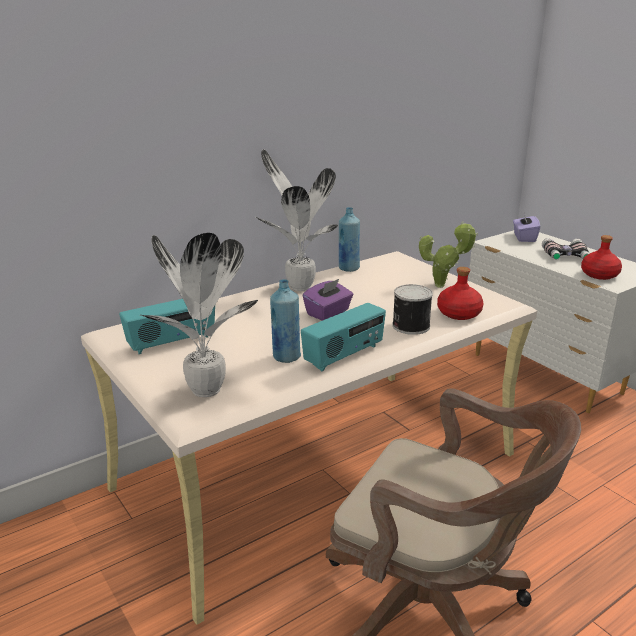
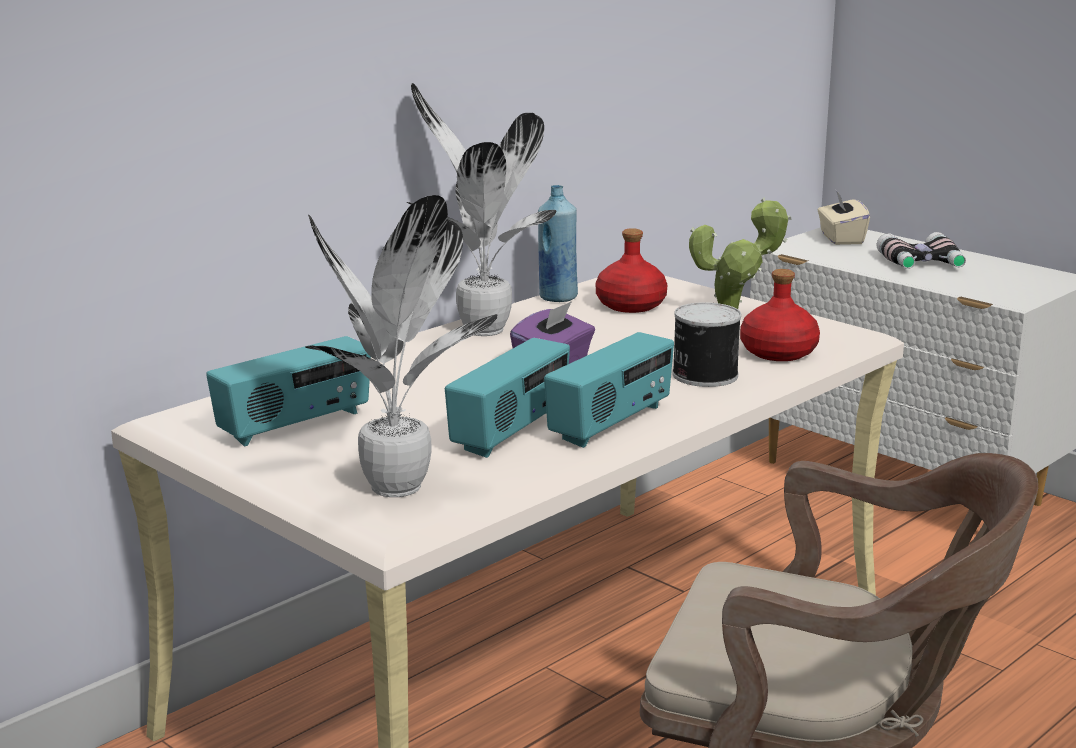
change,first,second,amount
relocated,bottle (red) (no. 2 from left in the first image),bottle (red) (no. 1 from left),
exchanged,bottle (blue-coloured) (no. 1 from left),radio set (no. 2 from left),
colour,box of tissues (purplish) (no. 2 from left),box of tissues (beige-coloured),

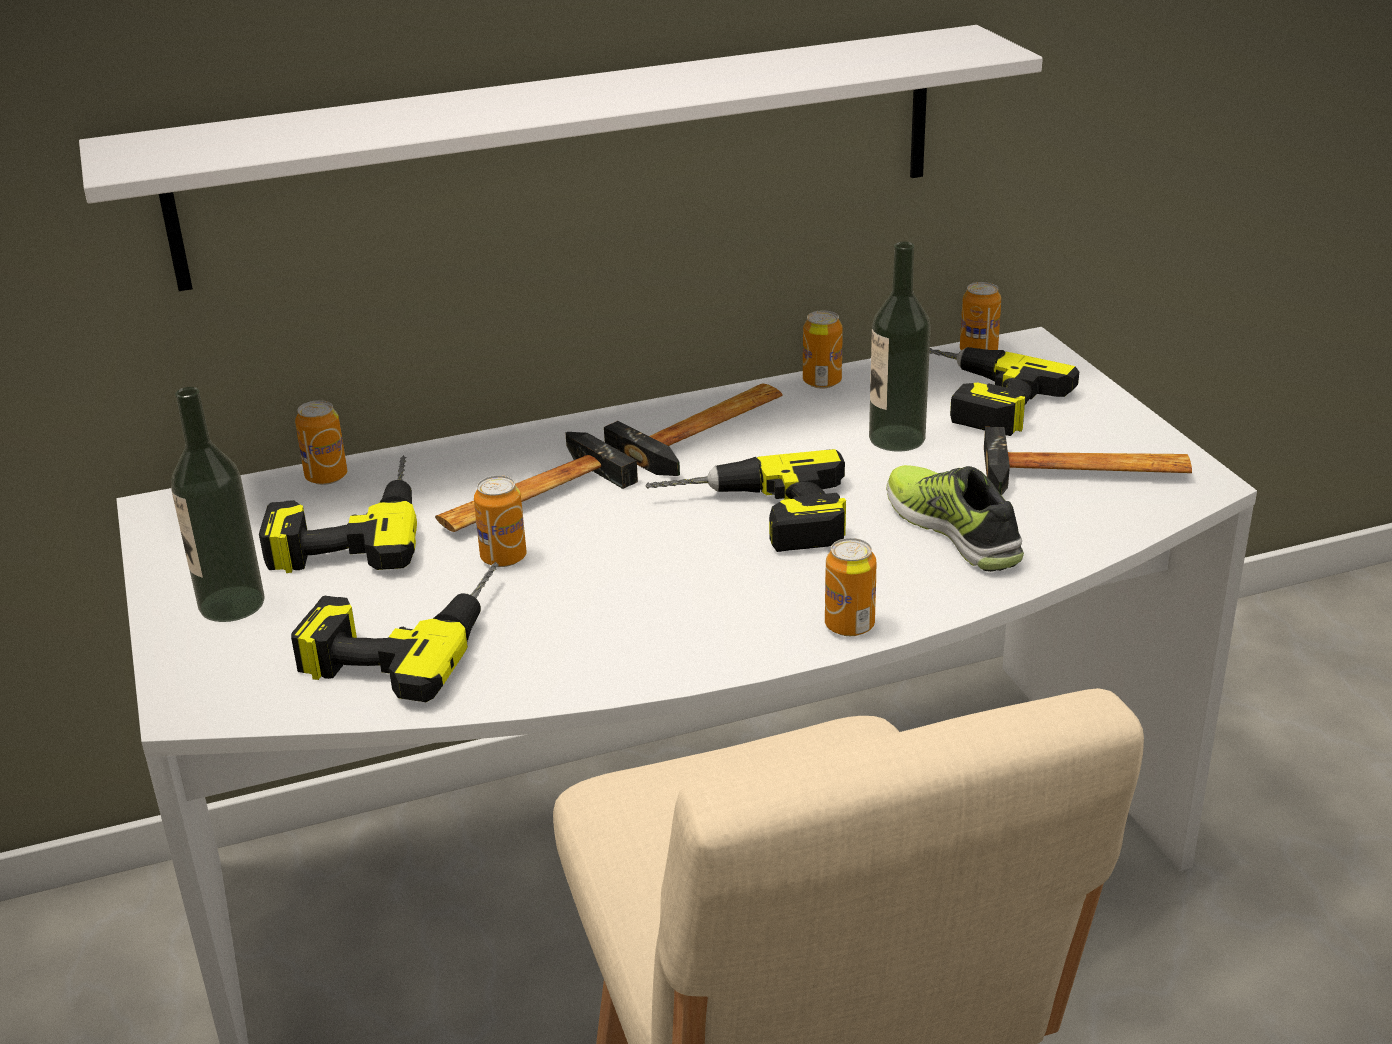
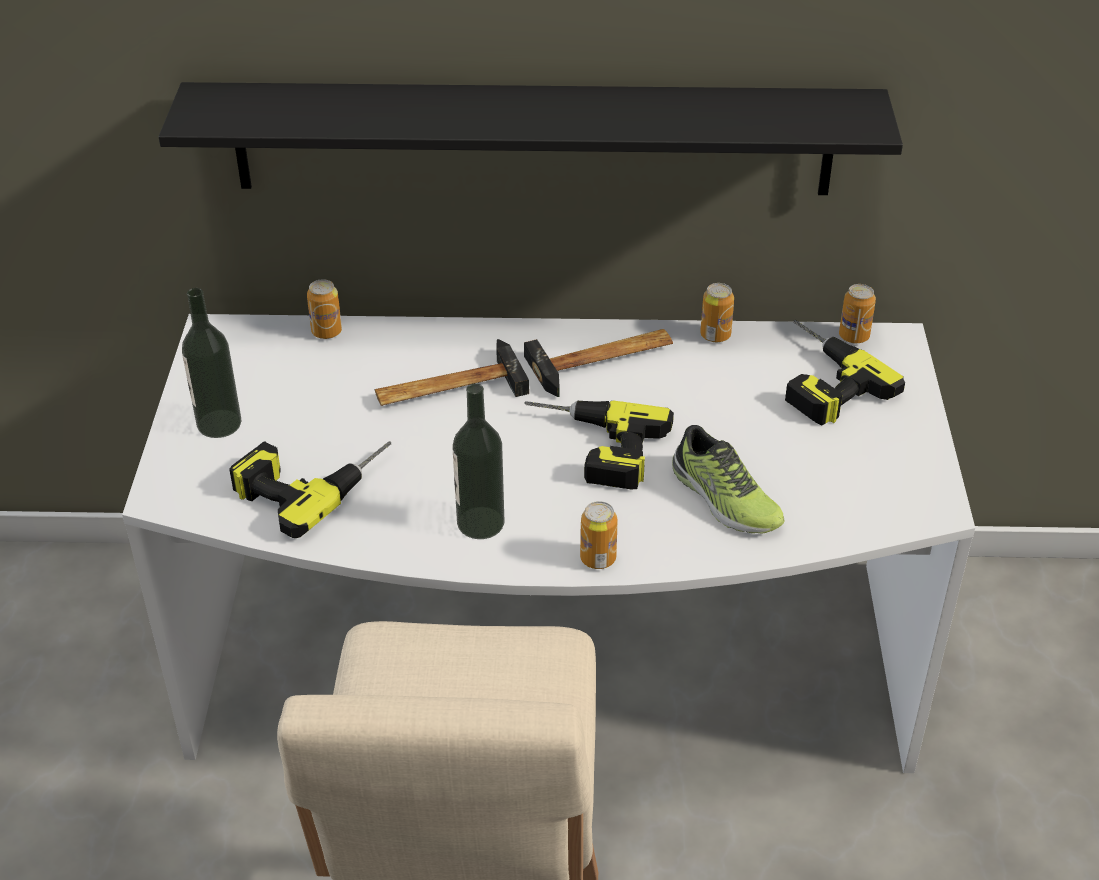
change,first,second,amount
missing,electric drill (no. 1 from left),,
missing,metal can (no. 2 from left),,
missing,hand hammer (no. 3 from left),,
relocated,bottle (no. 2 from left),,
colour,shelf (whitish),shelf (black-coloured),
spun,low shoe,,150 degrees clockwise

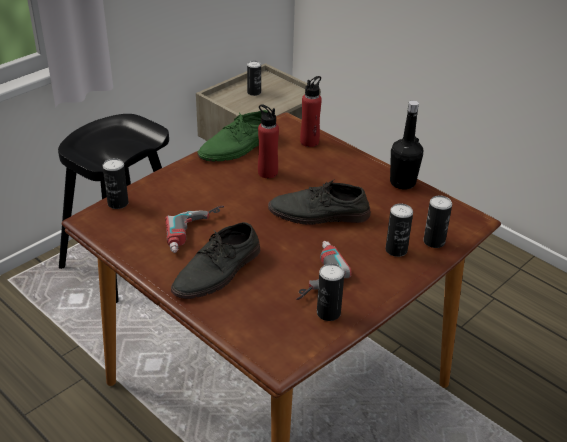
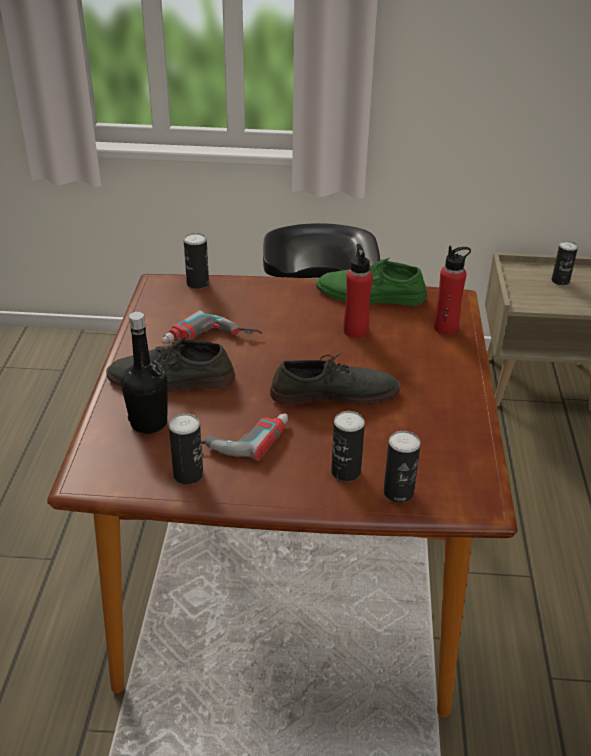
change,first,second,amount
relocated,bottle (black-coloured),,
spun,low shoe (grey) (no. 2 from left),,120 degrees clockwise

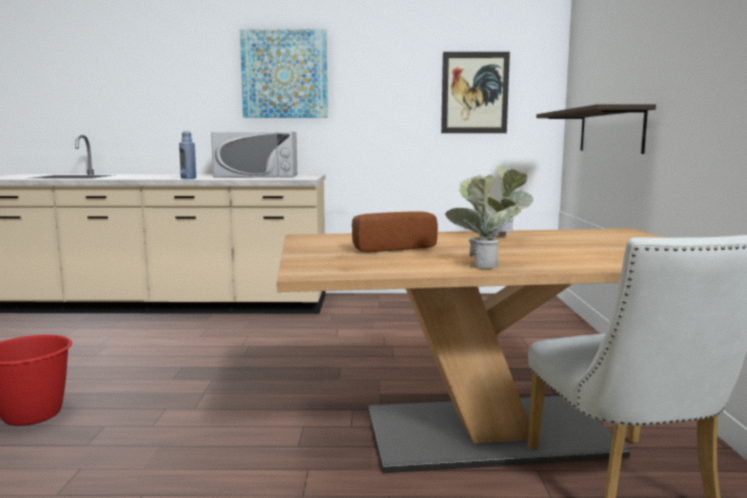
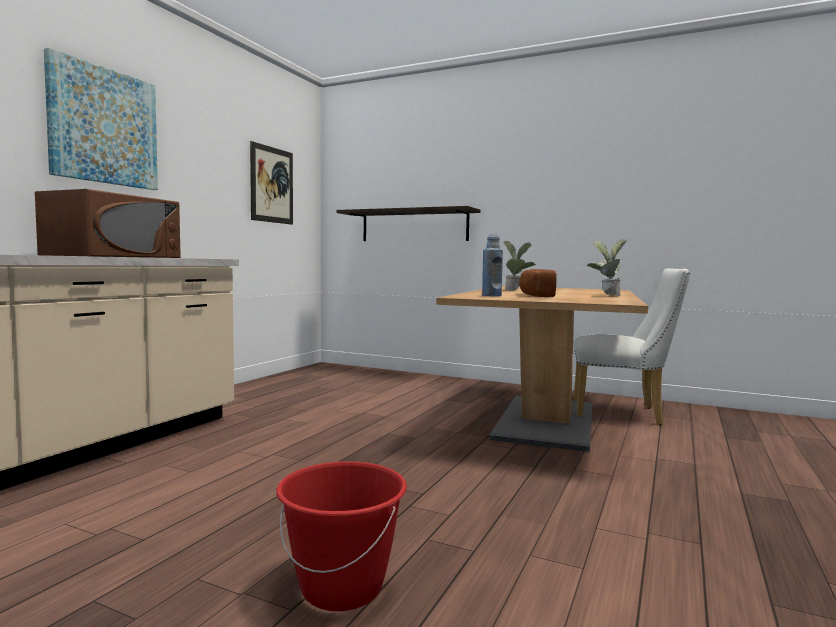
change,first,second,amount
relocated,bottle (blue-coloured),,
colour,microwave oven (whitish),microwave oven (brown-coloured),

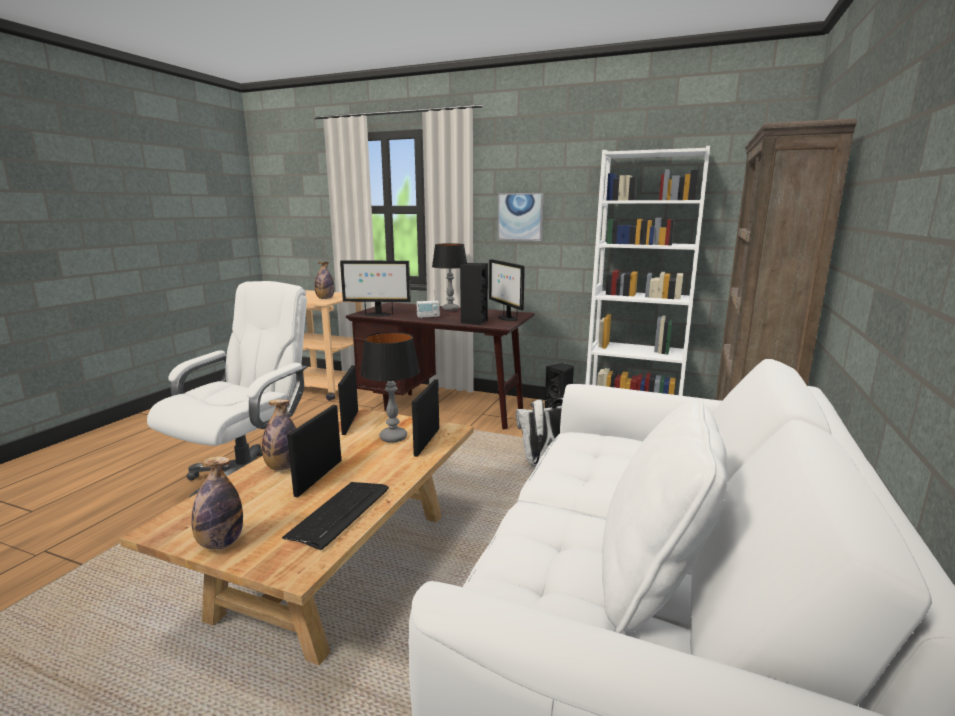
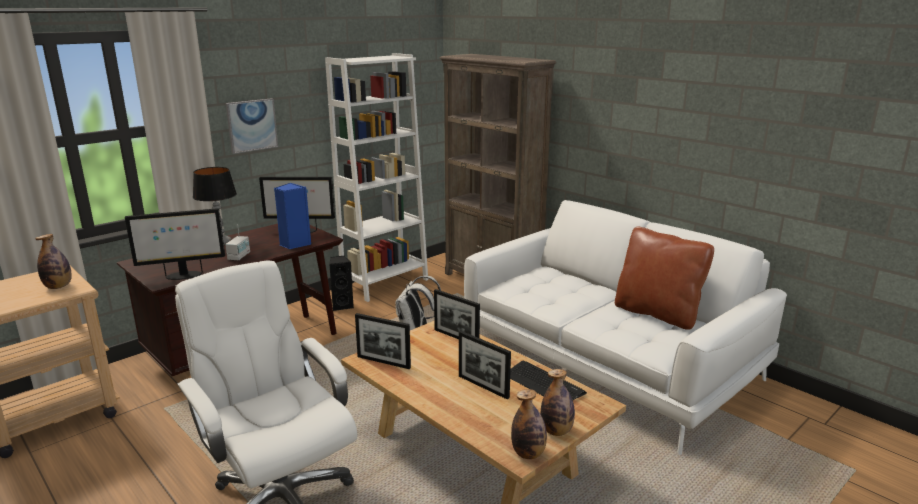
change,first,second,amount
missing,table lamp (no. 1 from left),,
relocated,bottle (no. 2 from left),,
colour,loudspeaker (black-coloured) (no. 1 from left),loudspeaker (blue-coloured),
colour,throw pillow (whitish),throw pillow (brown-coloured),
spun,computer screen (no. 1 from left),,45 degrees clockwise

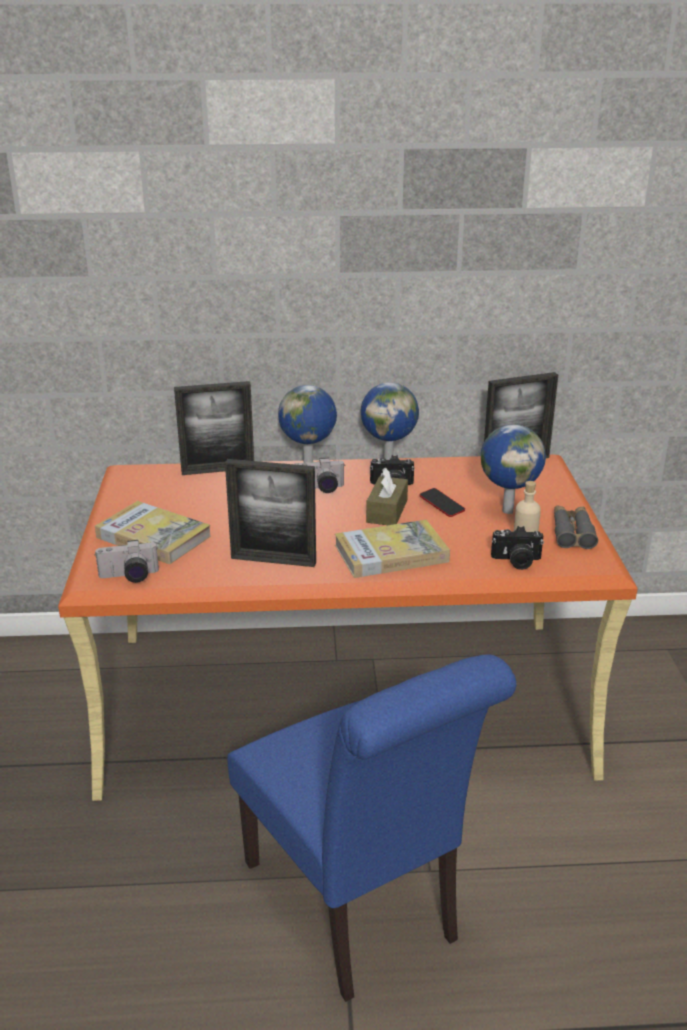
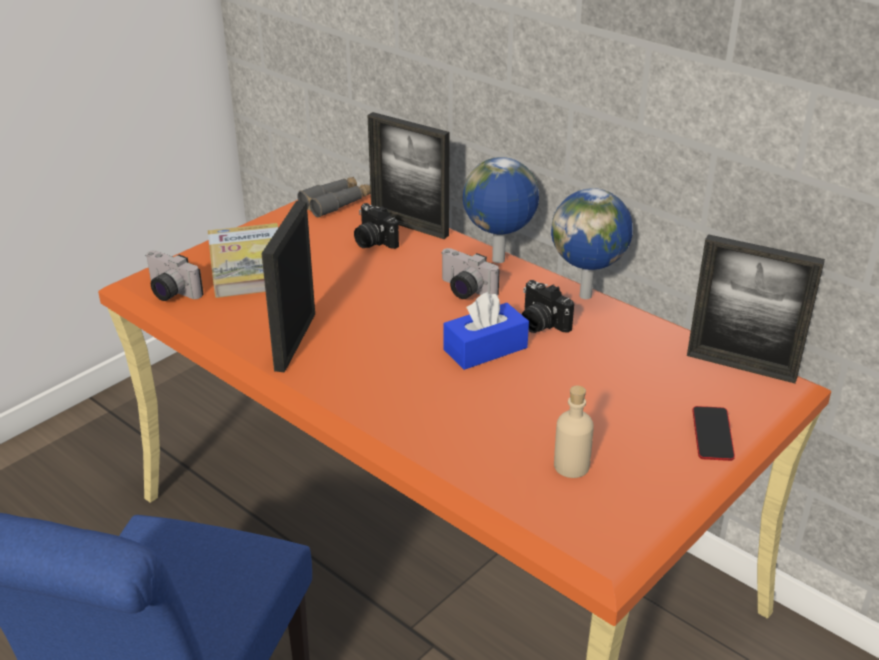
change,first,second,amount
missing,book (no. 2 from left),,
missing,world globe (no. 3 from left),,
relocated,phone,,
relocated,still camera (no. 4 from left in the first image),still camera (no. 2 from left),
relocated,pair of binoculars (grey),,
colour,box of tissues (brown-coloured),box of tissues (blue-coloured),
spun,photo frame (no. 2 from left in the first image),photo frame (no. 1 from left),45 degrees clockwise

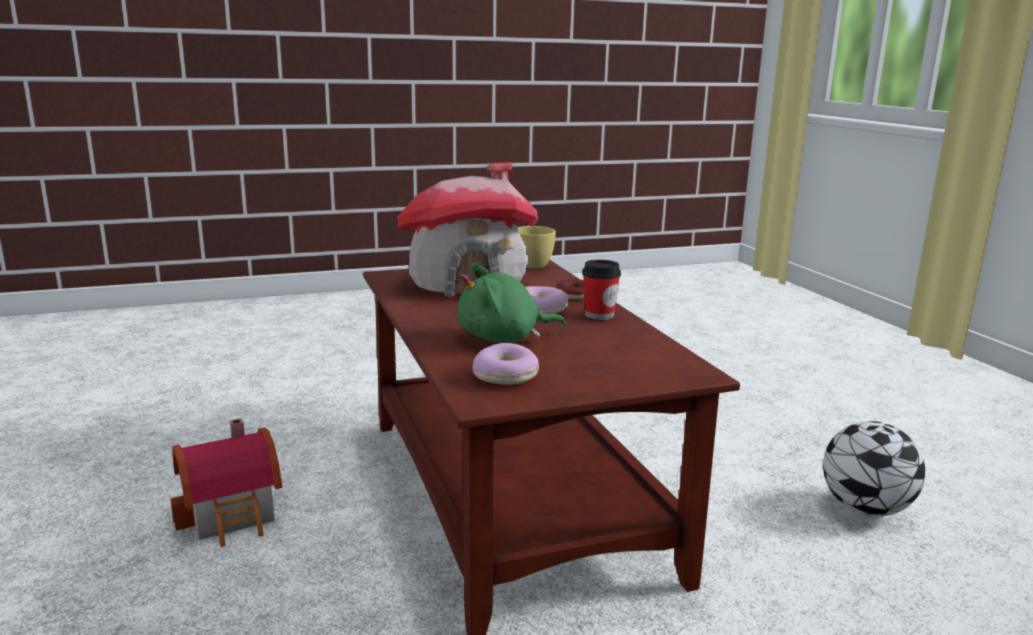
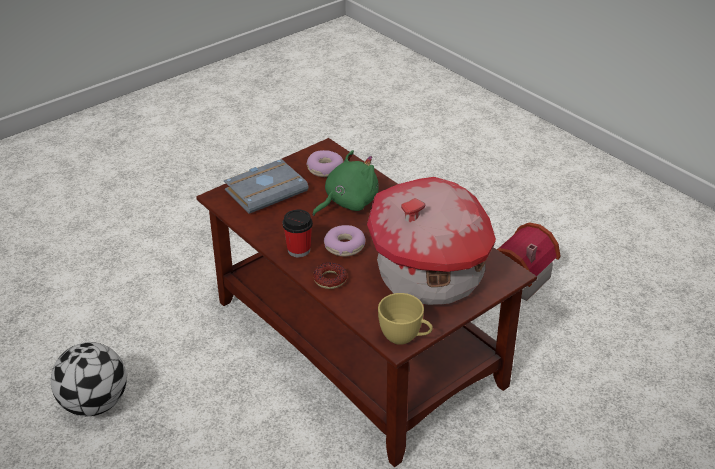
change,first,second,amount
appeared,,book (grey),

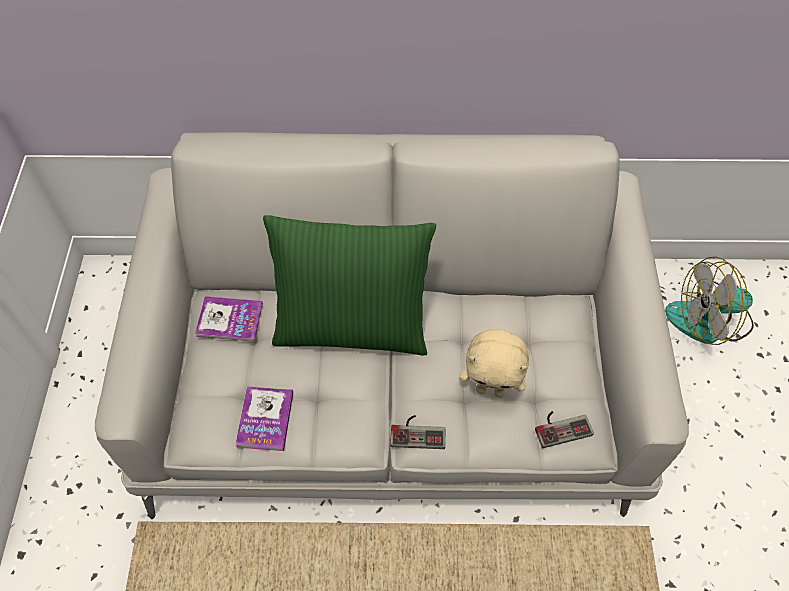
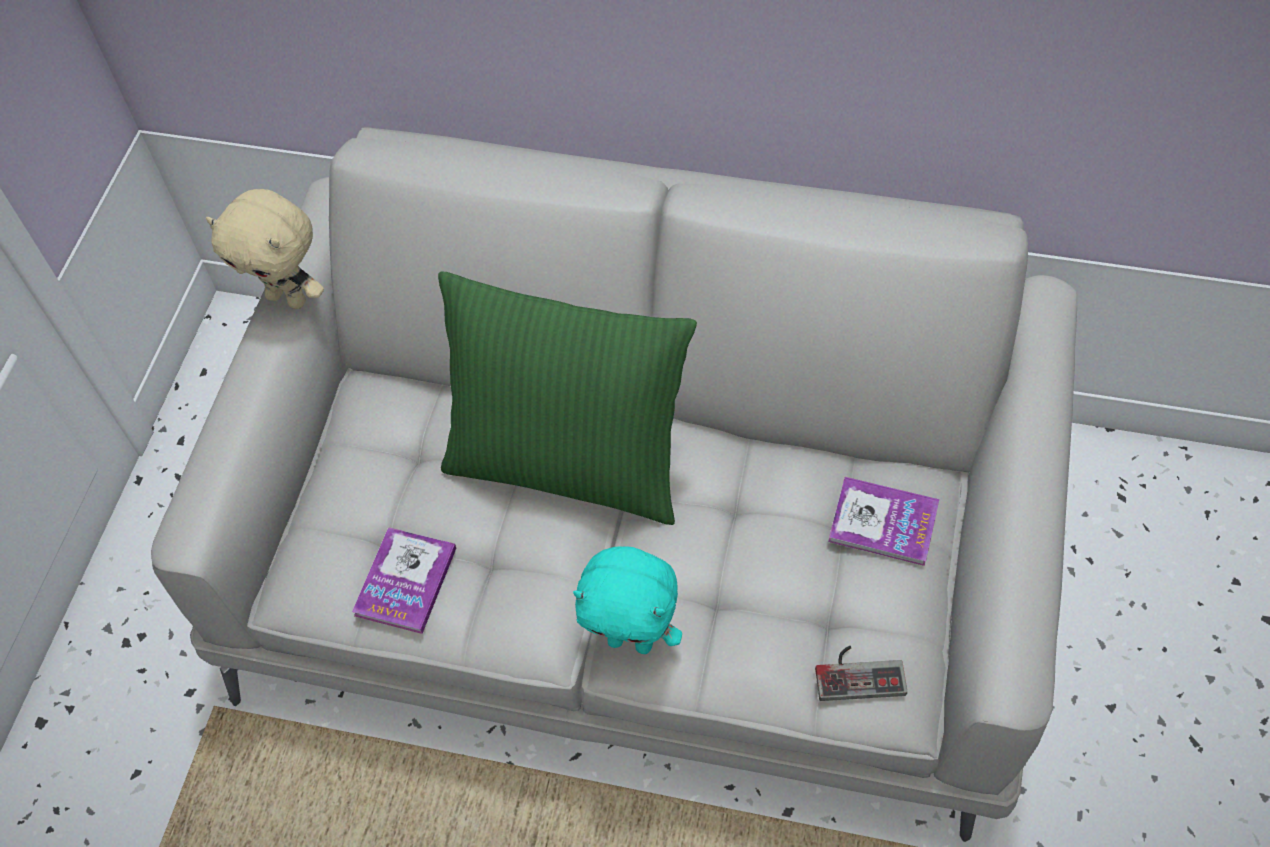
change,first,second,amount
missing,fan,,
relocated,book (no. 1 from left in the first image),book (no. 2 from left),
relocated,cuddly toy (beige-coloured),,
exchanged,game controller (no. 1 from left),cuddly toy (blue-green),

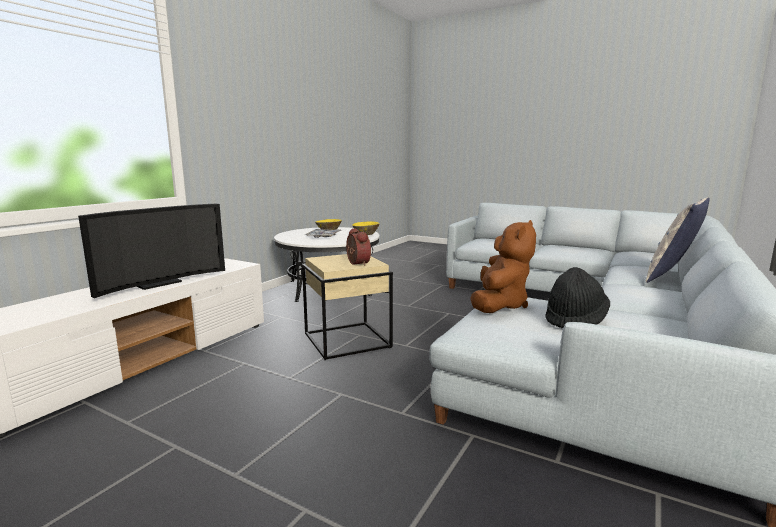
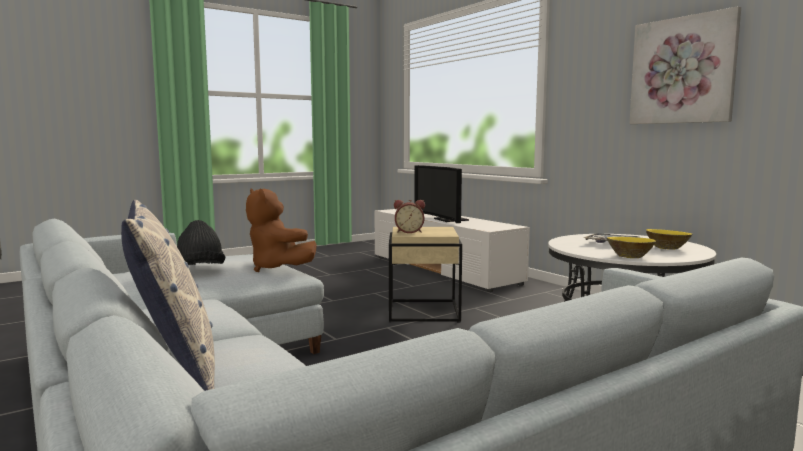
change,first,second,amount
appeared,,wall art,

